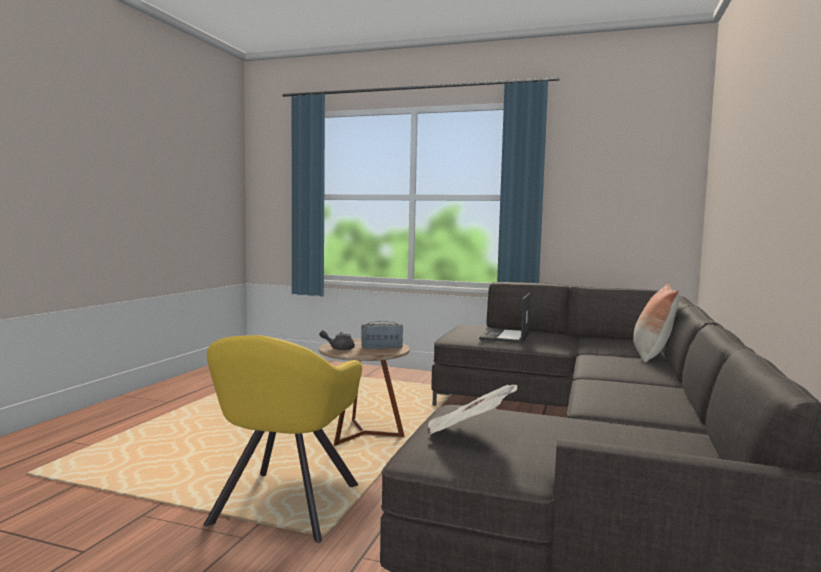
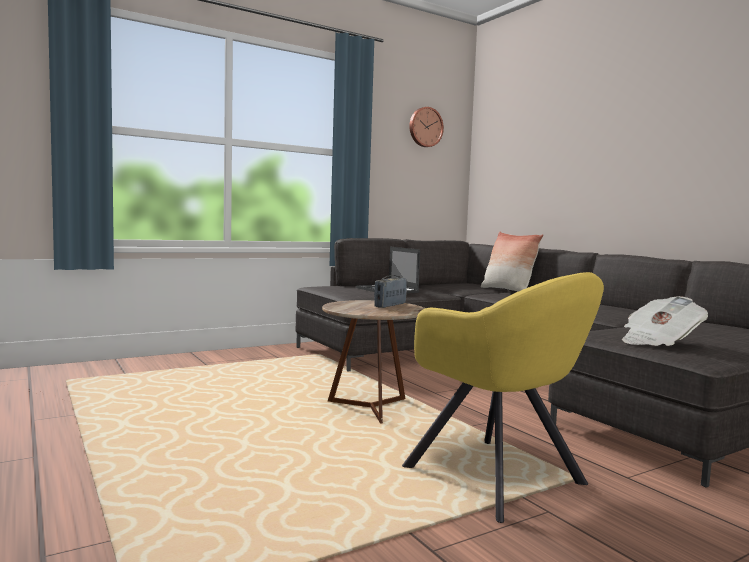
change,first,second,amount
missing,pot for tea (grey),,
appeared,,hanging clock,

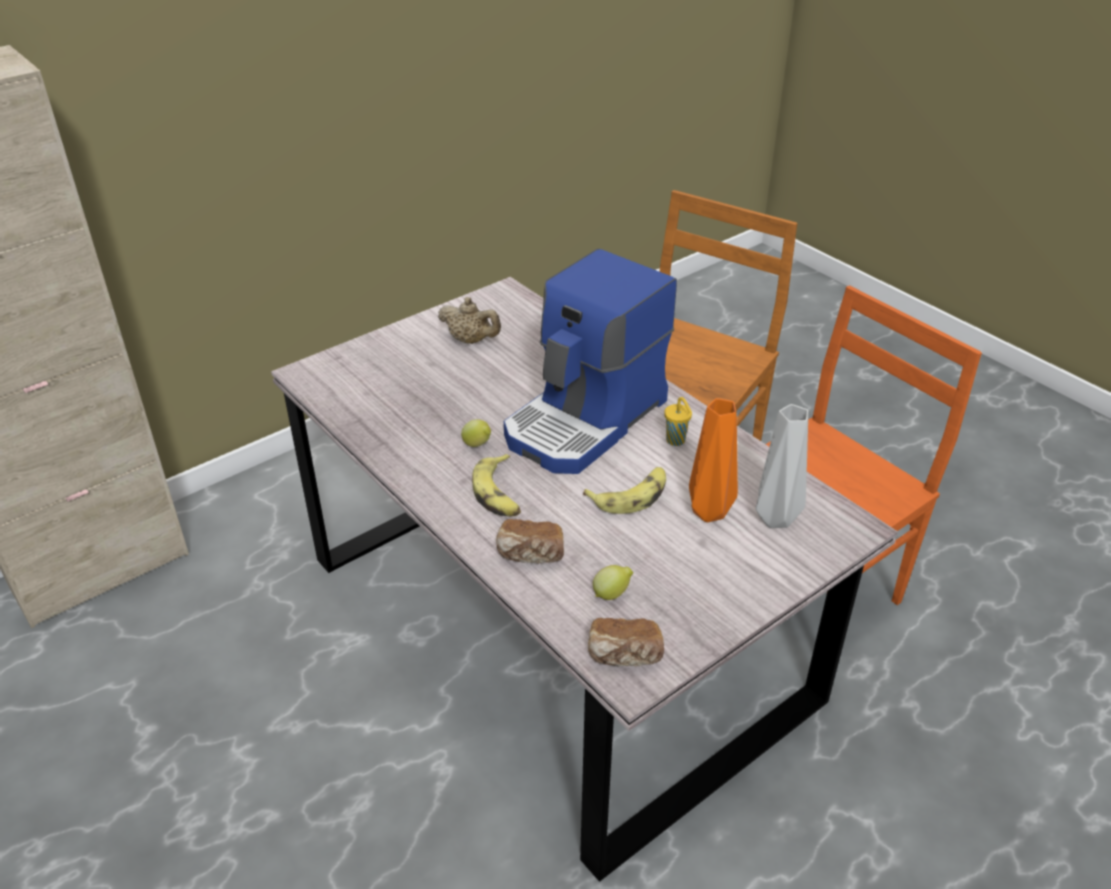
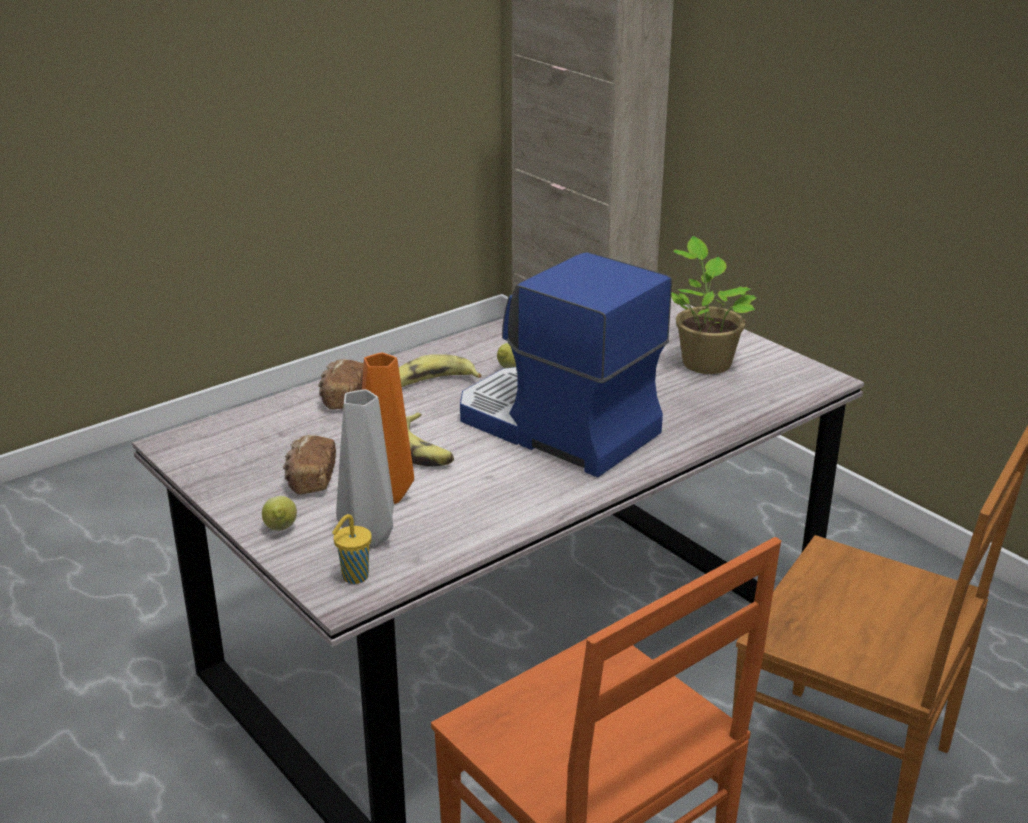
change,first,second,amount
relocated,bread (no. 2 from left in the first image),bread (no. 1 from left),
relocated,whole lemon (no. 2 from left in the first image),whole lemon (no. 1 from left),
relocated,small cup (yellowish),,
exchanged,pot for tea (beige-coloured),houseplant,

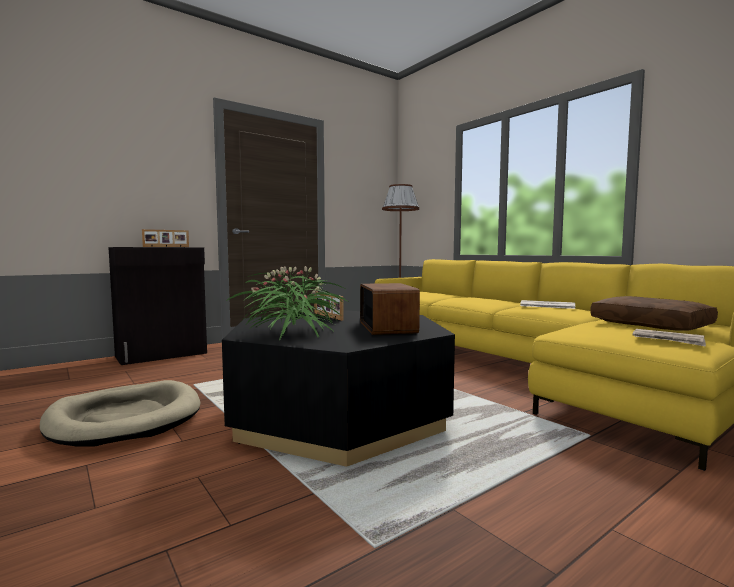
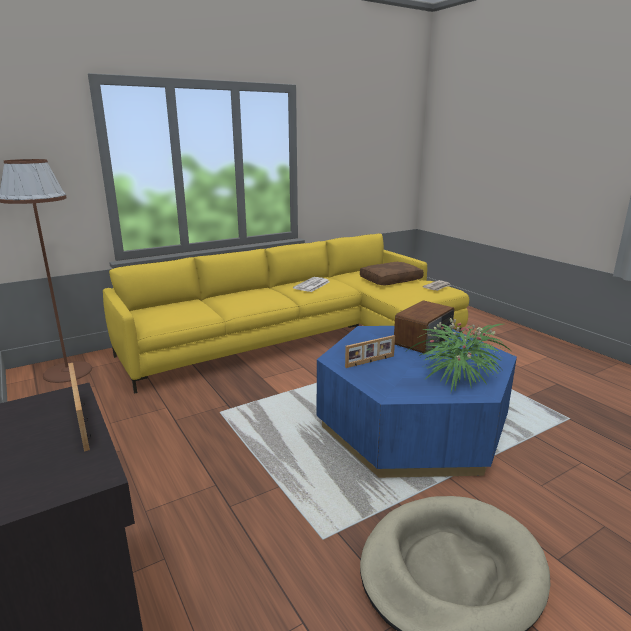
change,first,second,amount
colour,low table (black-coloured),low table (blue-coloured),
spun,radio set,,135 degrees clockwise

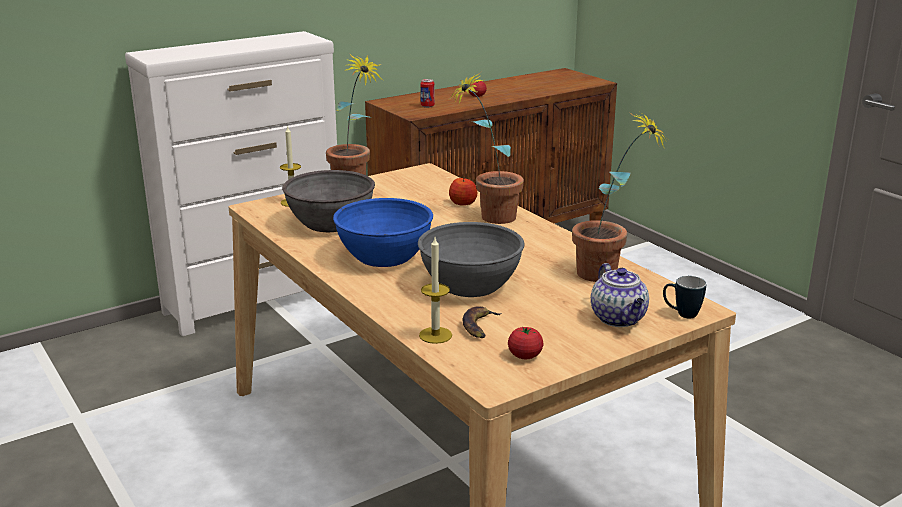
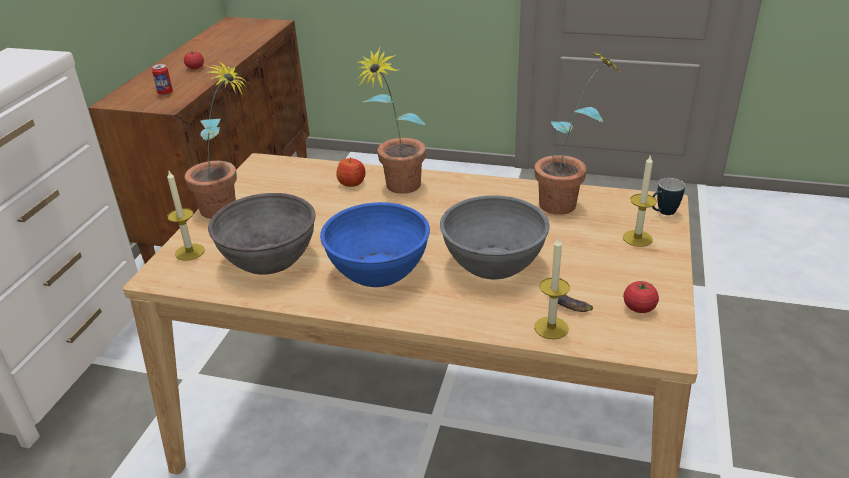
change,first,second,amount
exchanged,pot for tea,wax light (no. 3 from left),

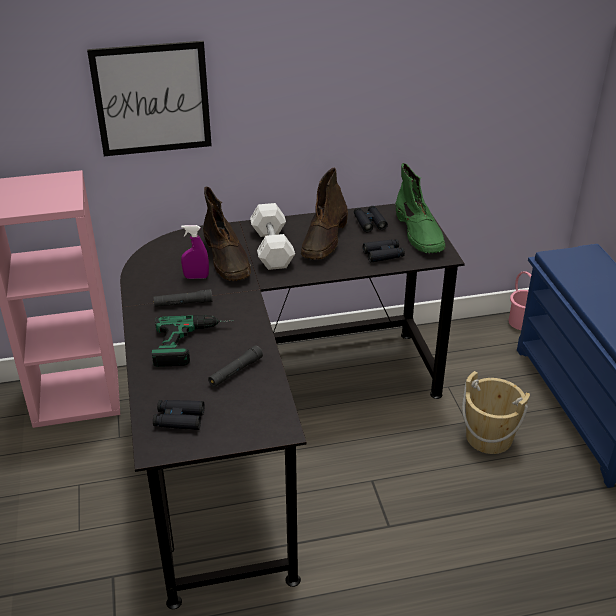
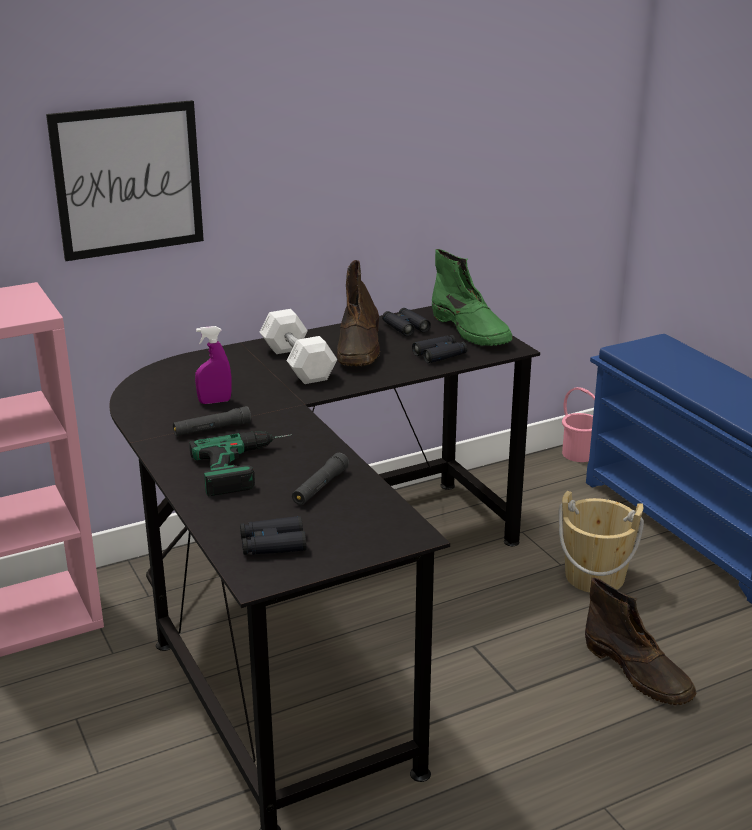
change,first,second,amount
relocated,high-top boot (brown-coloured) (no. 1 from left in the first image),high-top boot (brown-coloured) (no. 2 from left),

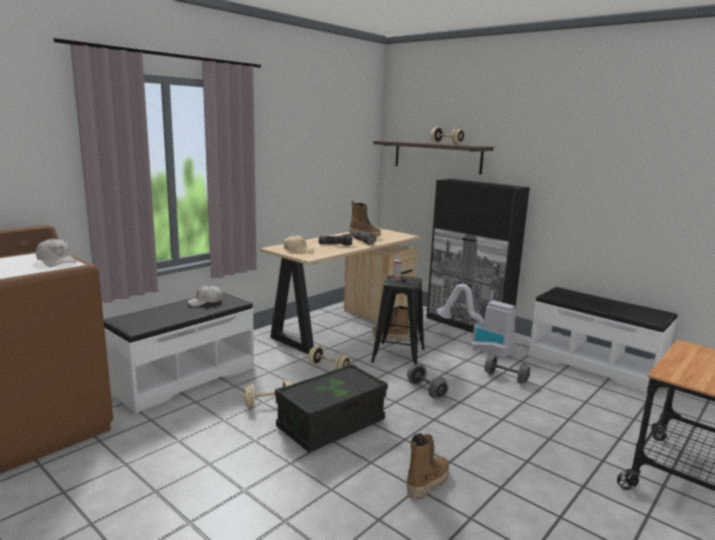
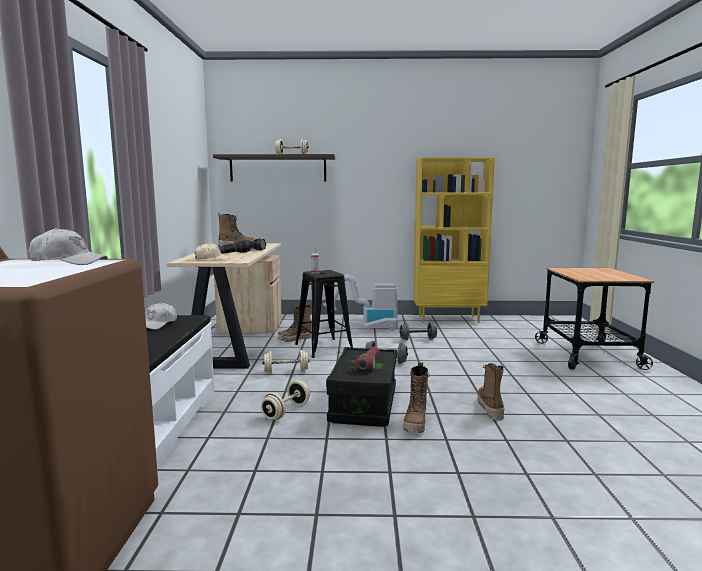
change,first,second,amount
missing,cabinet (black-coloured),,
appeared,,hand torch (no. 3 from left),
appeared,,high-top boot (no. 3 from left),
exchanged,long seat (whitish) (no. 2 from left),shelving unit (yellowish),

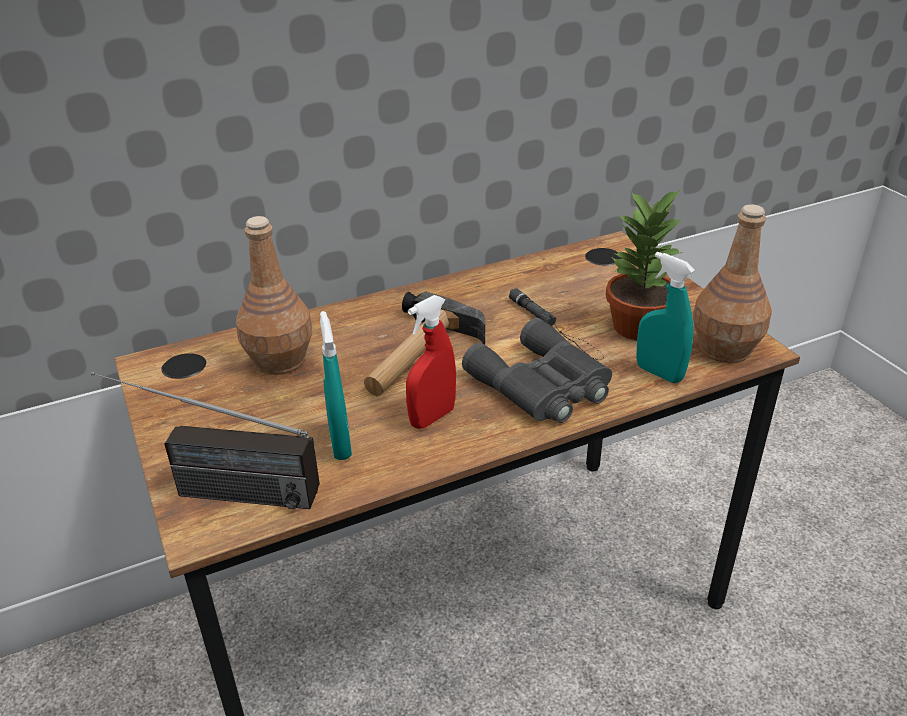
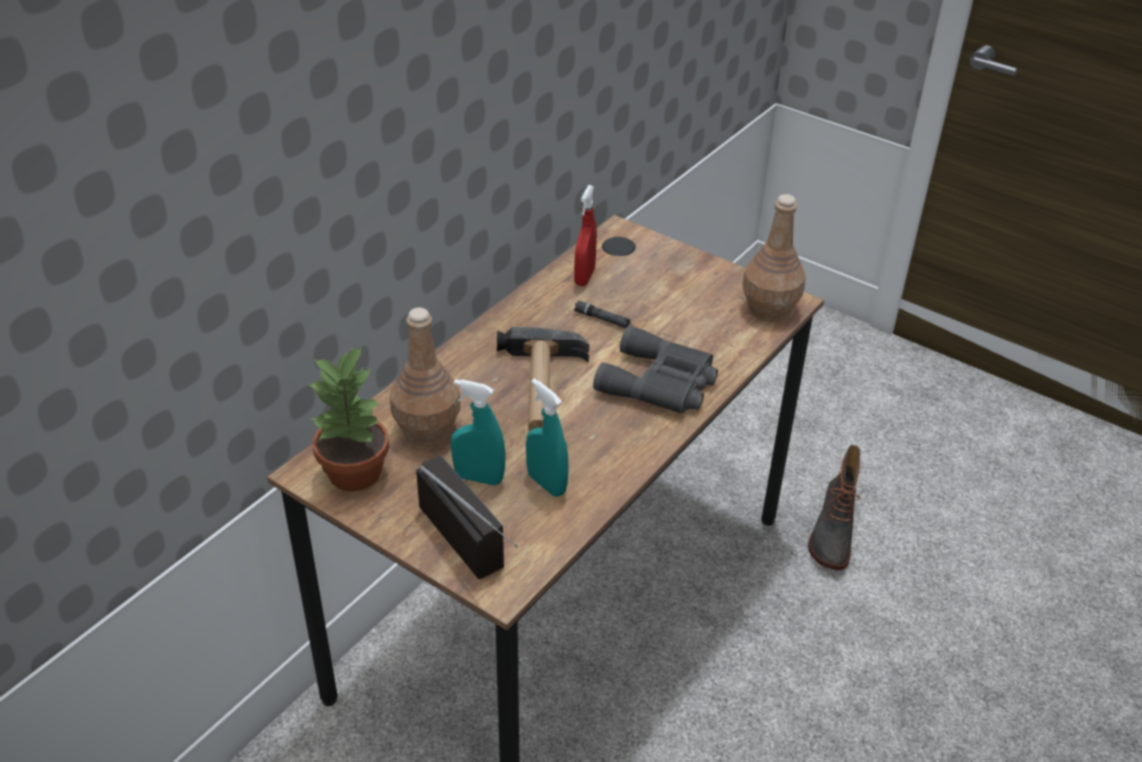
change,first,second,amount
appeared,,high-top boot,
relocated,sprayer (red),,
relocated,houseplant,,
relocated,sprayer (blue-green) (no. 2 from left in the first image),sprayer (blue-green) (no. 1 from left),
spun,radio set,,105 degrees counterclockwise

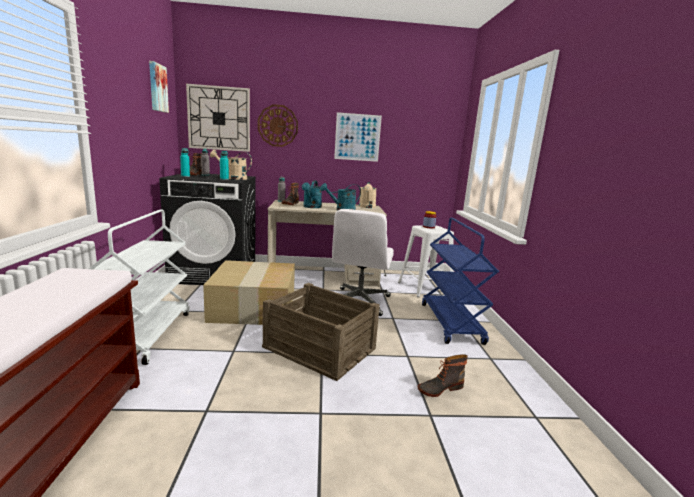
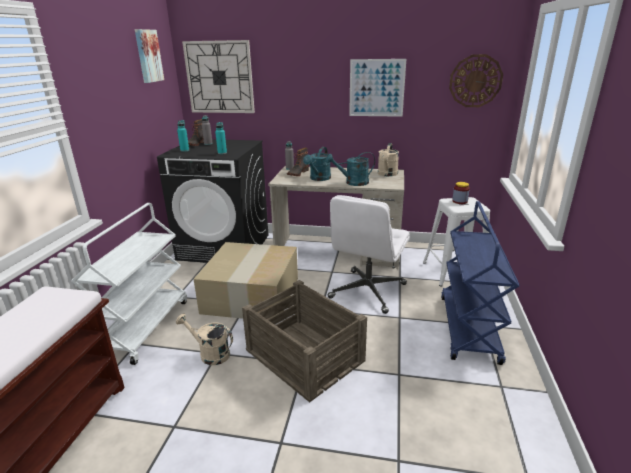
change,first,second,amount
missing,high-top boot (no. 3 from left),,
relocated,watering can (beige-coloured) (no. 1 from left),,
relocated,hanging clock (no. 2 from left),,

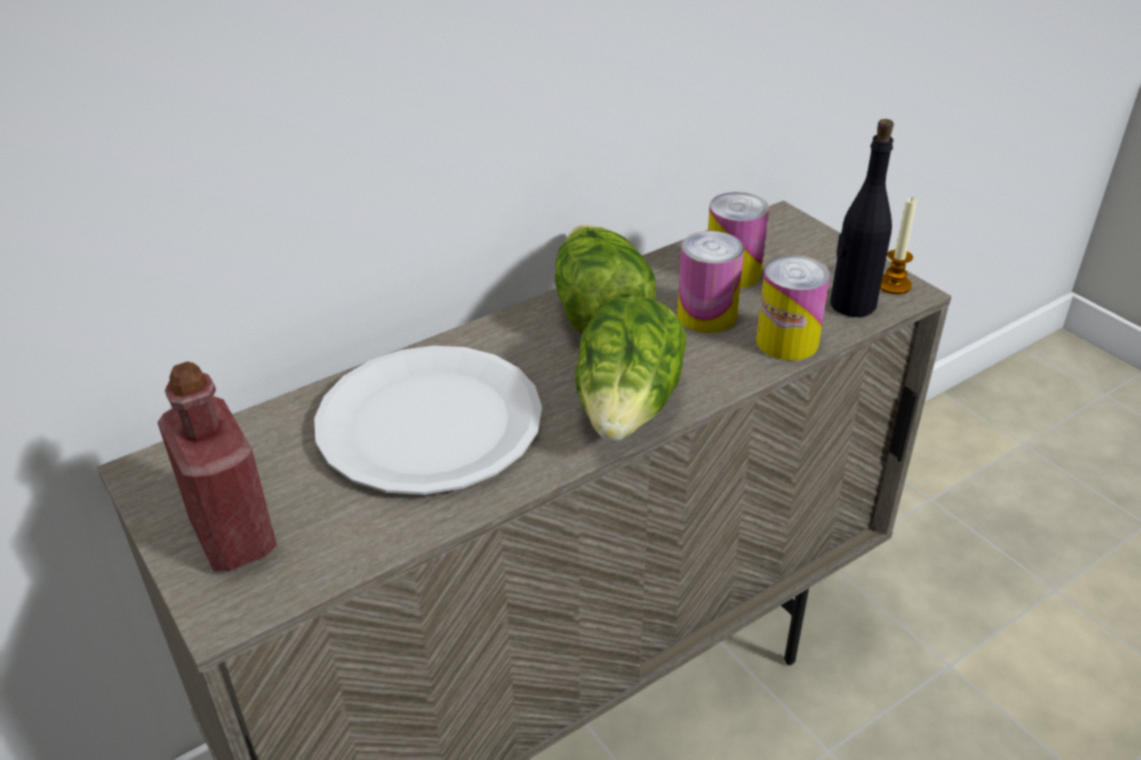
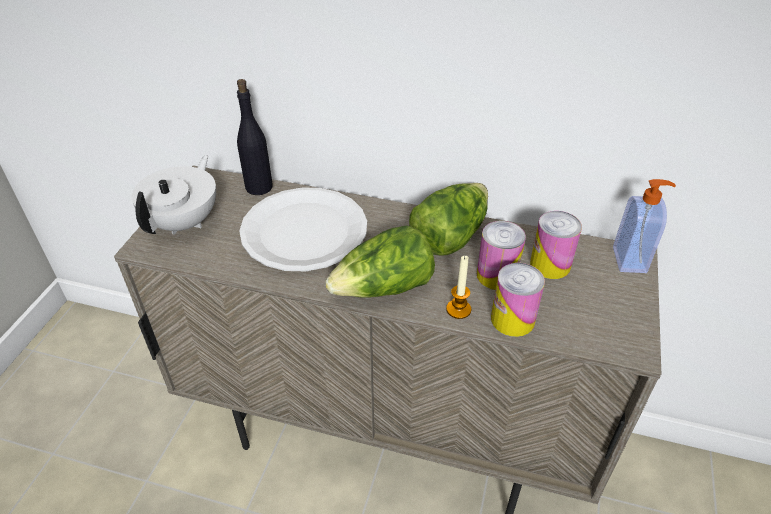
change,first,second,amount
appeared,,soap dispenser,
relocated,bottle (black-coloured),,
relocated,wax light,,
exchanged,bottle (red),pot for tea (whitish),

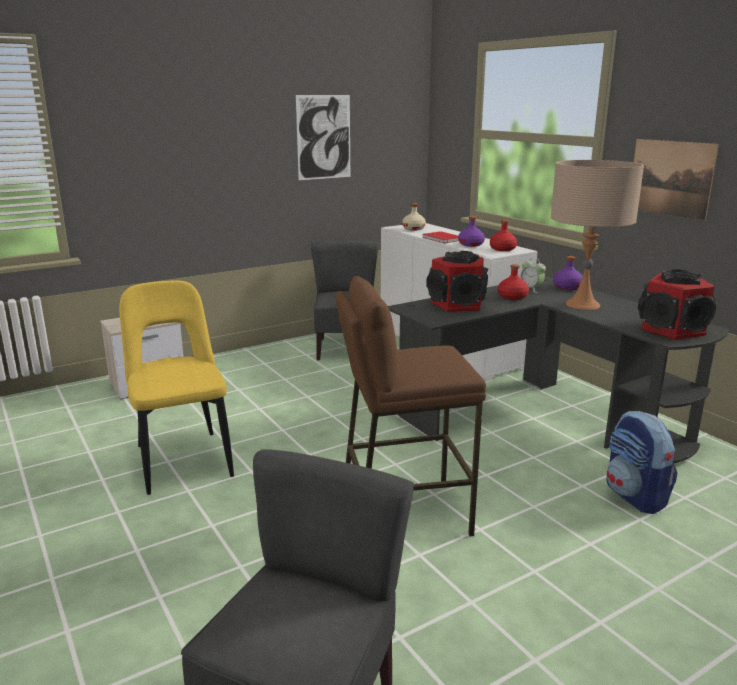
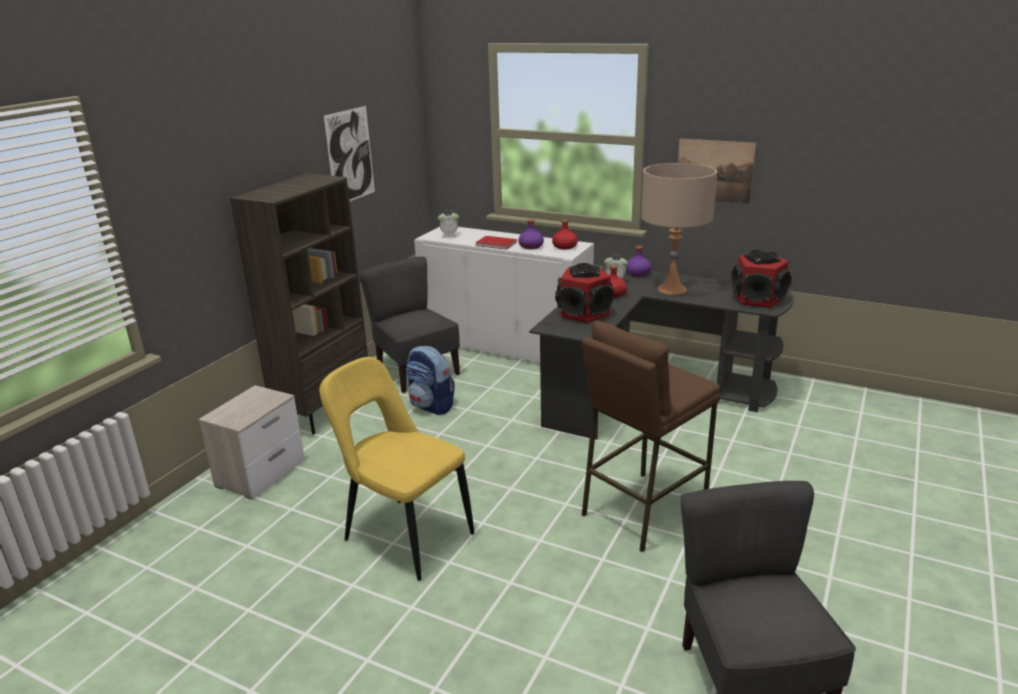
change,first,second,amount
appeared,,shelving unit (brown-coloured),
relocated,backpack,,
exchanged,bottle (beige-coloured),bedside clock (no. 1 from left),

